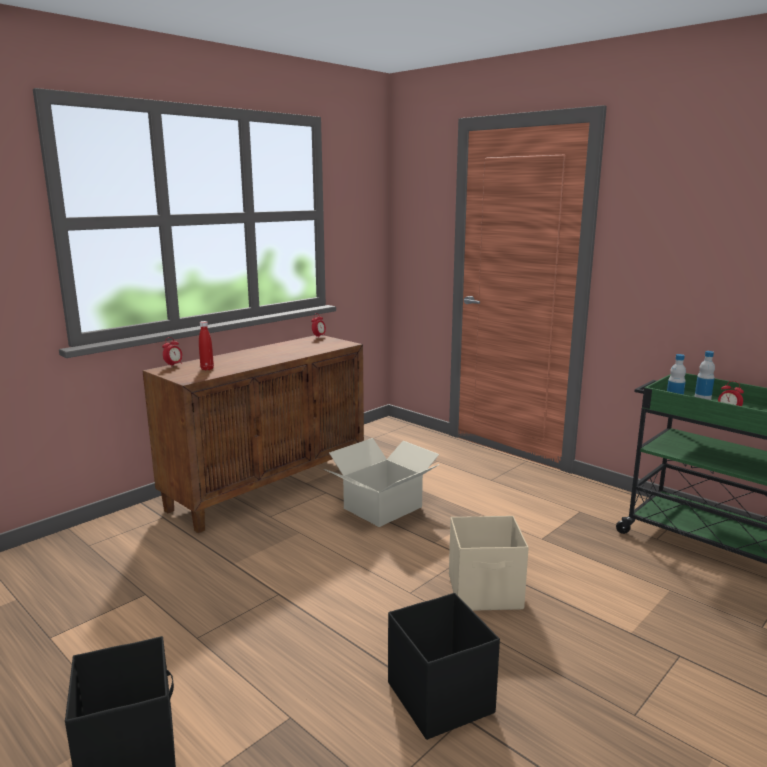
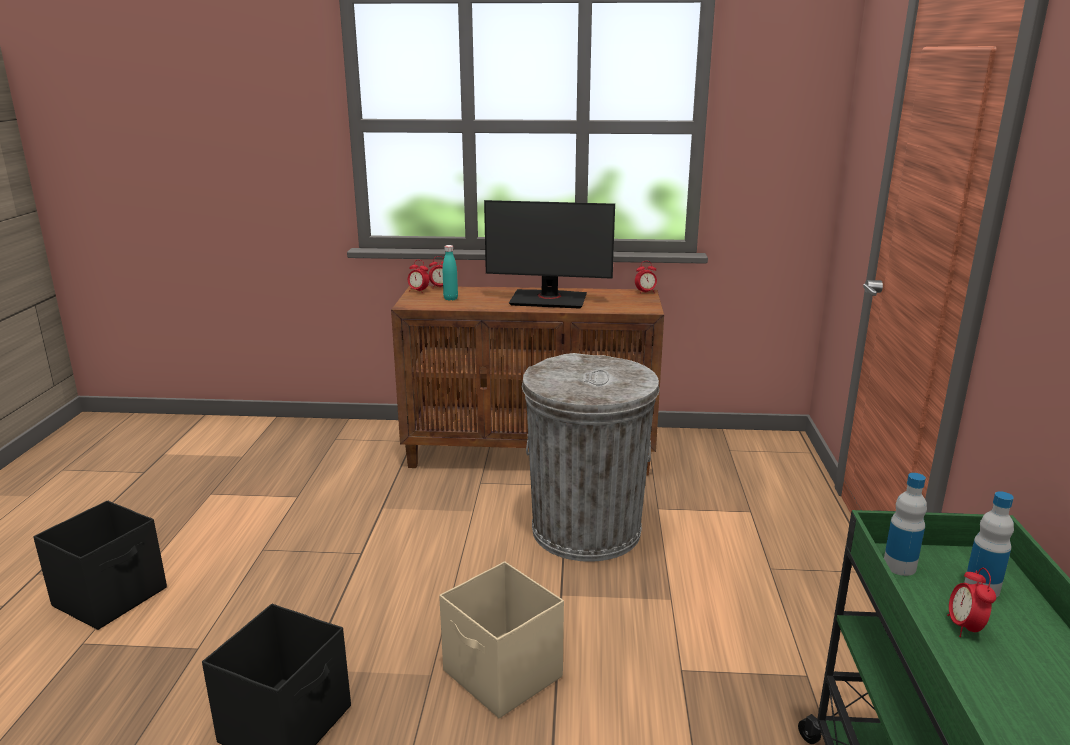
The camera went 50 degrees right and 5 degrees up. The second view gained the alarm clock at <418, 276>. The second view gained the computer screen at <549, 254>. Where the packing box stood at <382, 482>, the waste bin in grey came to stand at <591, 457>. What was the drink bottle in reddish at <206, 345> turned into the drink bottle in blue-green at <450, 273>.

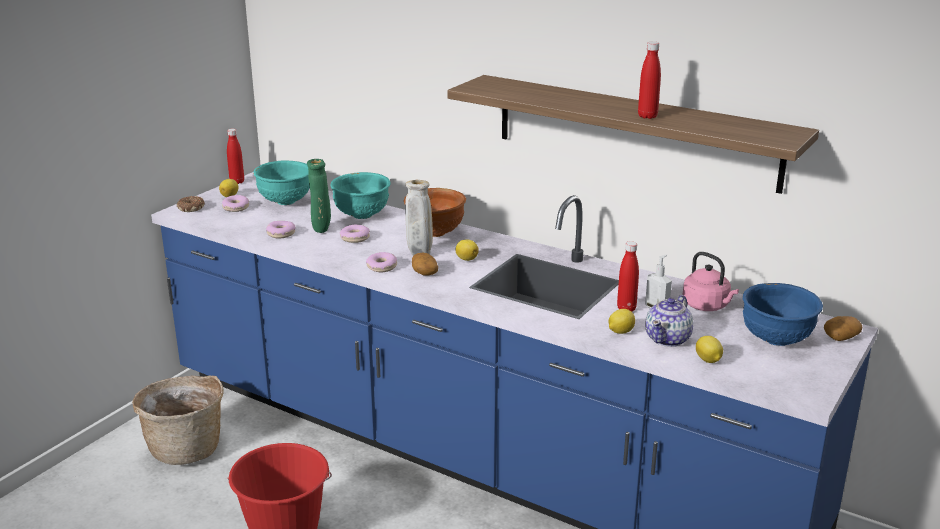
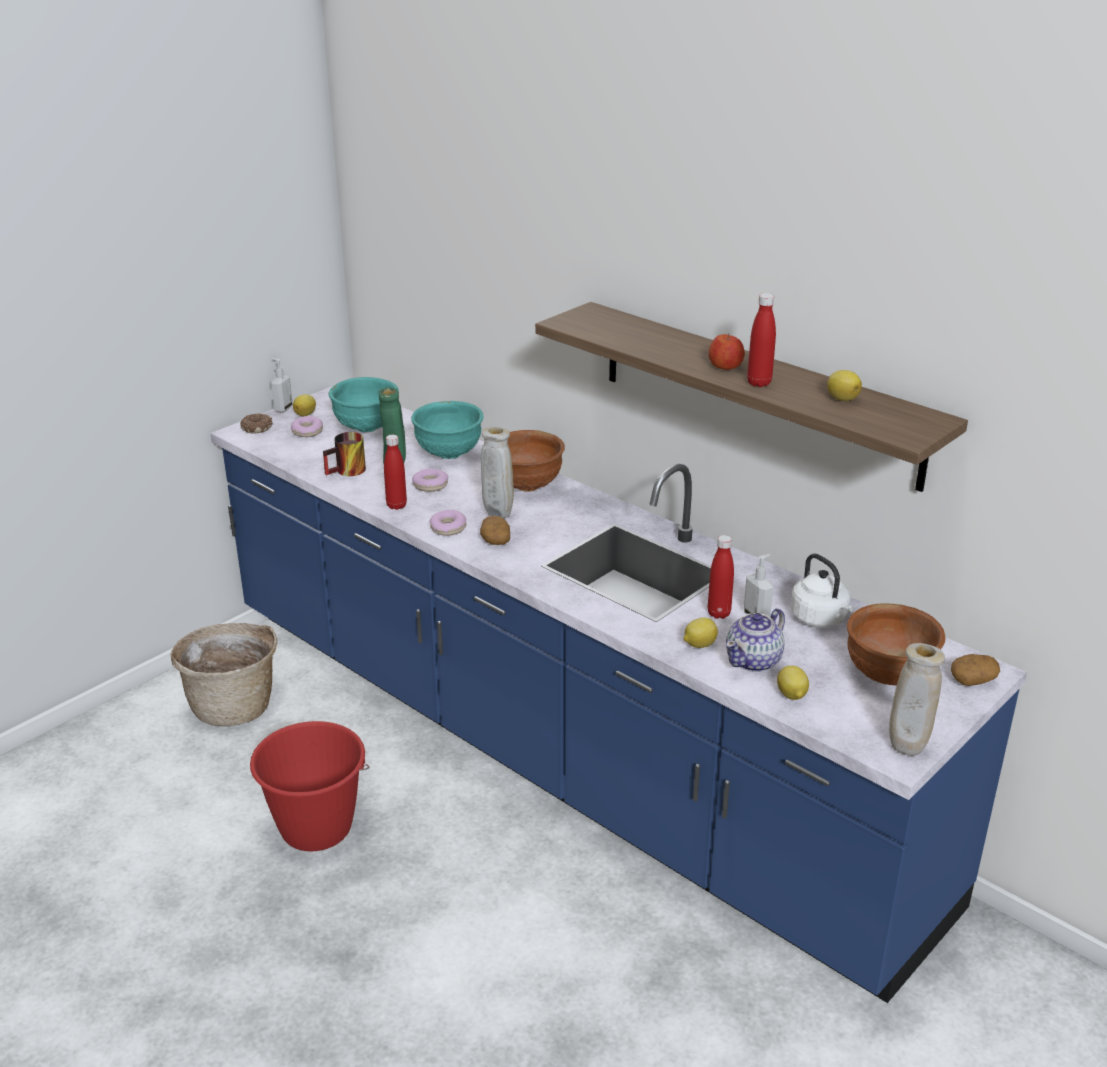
The camera went 10 degrees right and 5 degrees up. The second view gained the soap bottle at <282, 385>. The second view gained the apple fruit at <726, 351>. The second view gained the decorative vase in beige-coloured at <917, 699>. The drink bottle in reddish ended up elsewhere, having gone from <235, 156> to <395, 472>. The citrus fruit ended up elsewhere, having gone from <467, 250> to <844, 385>. Where the doughnut stood at <280, 230>, the mug came to stand at <344, 454>. What was the water kettle in pink at <711, 281> turned into the water kettle in whitish at <822, 590>. What was the bowl in bluish at <783, 314> turned into the bowl in brown at <896, 645>.

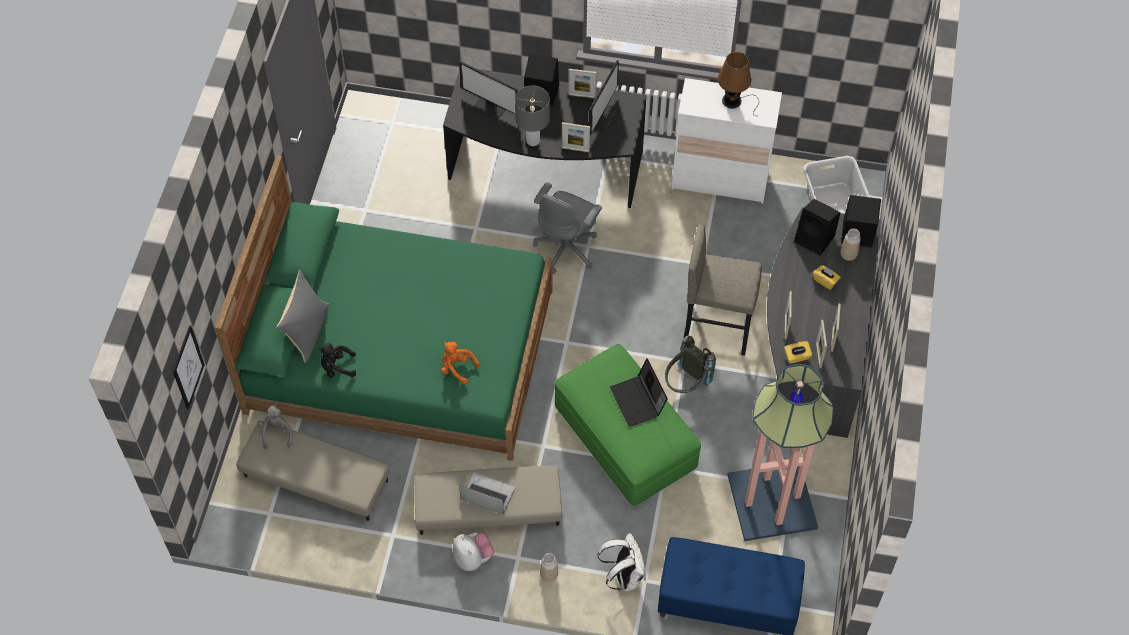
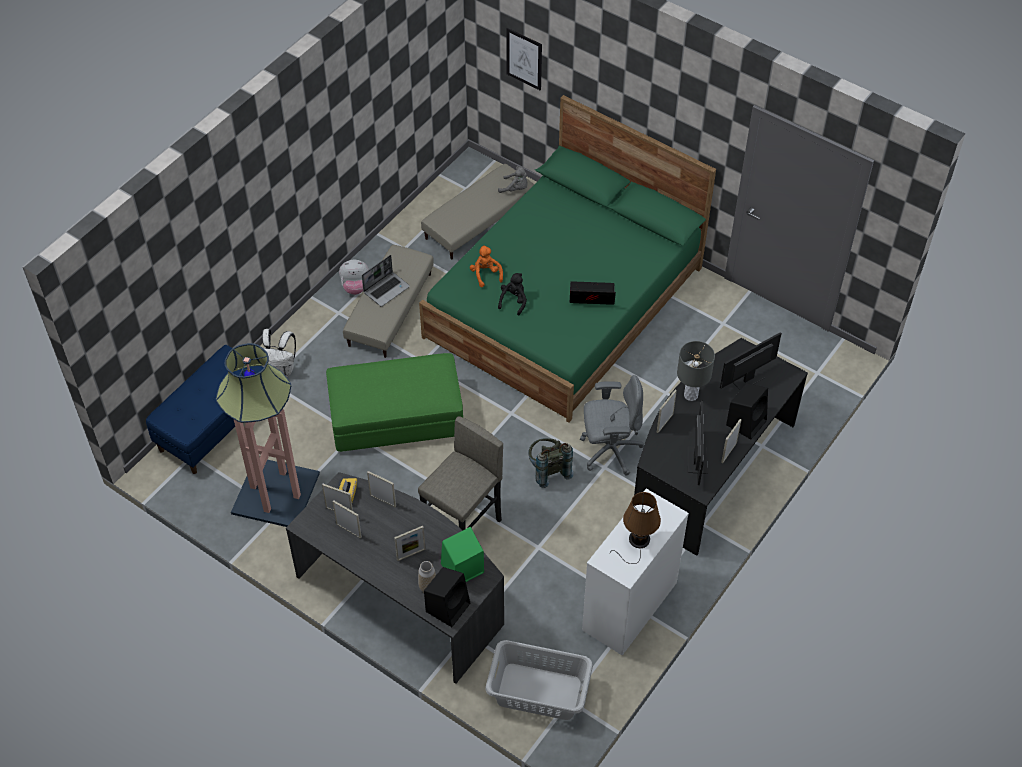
The camera went 115 degrees right and 5 degrees down. The second view lost the cushion in grey at <303, 316>. The second view lost the decorative vase at <549, 567>. The cuddly toy in black-coloured ended up elsewhere, having gone from <337, 360> to <512, 294>. The portable computer ended up elsewhere, having gone from <639, 392> to <593, 293>. The knapsack in grey ended up elsewhere, having gone from <690, 364> to <551, 463>. Where the tissue holder in yellowish stood at <827, 277>, the photo frame came to stand at <410, 543>. What was the loudspeaker in black-coloured at <817, 227> turned into the loudspeaker in greenish at <462, 554>. The cuddly toy in orange at <460, 363> ended up facing another way, 75 degrees counterclockwise from before. The desk chair in grey at <567, 228> ended up facing another way, 120 degrees clockwise from before. The computer screen at <604, 98> ended up facing another way, 135 degrees counterclockwise from before.

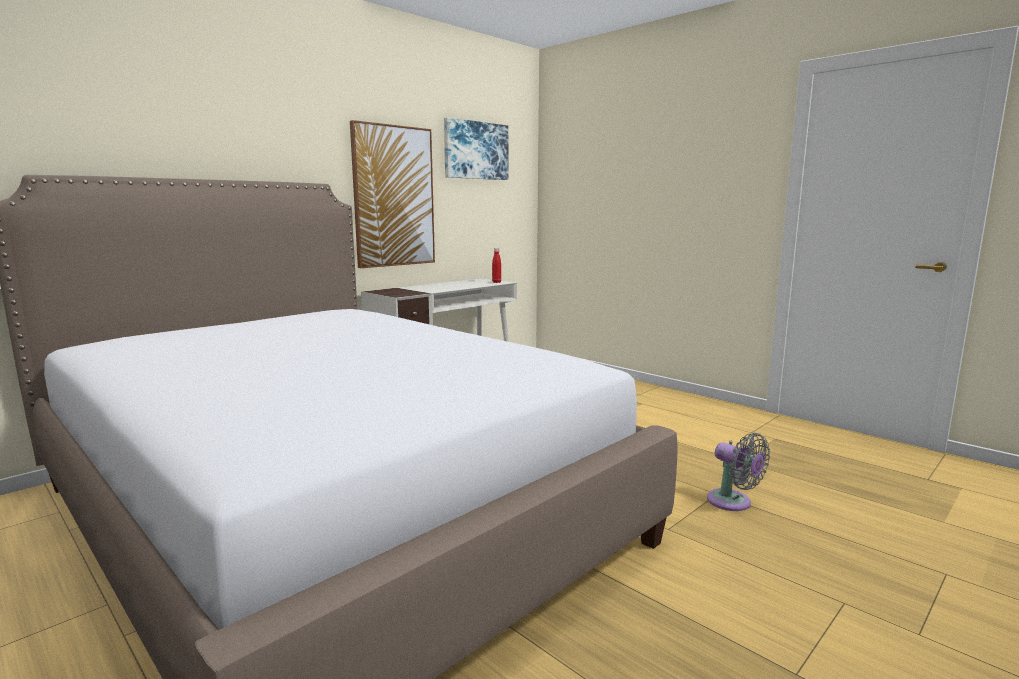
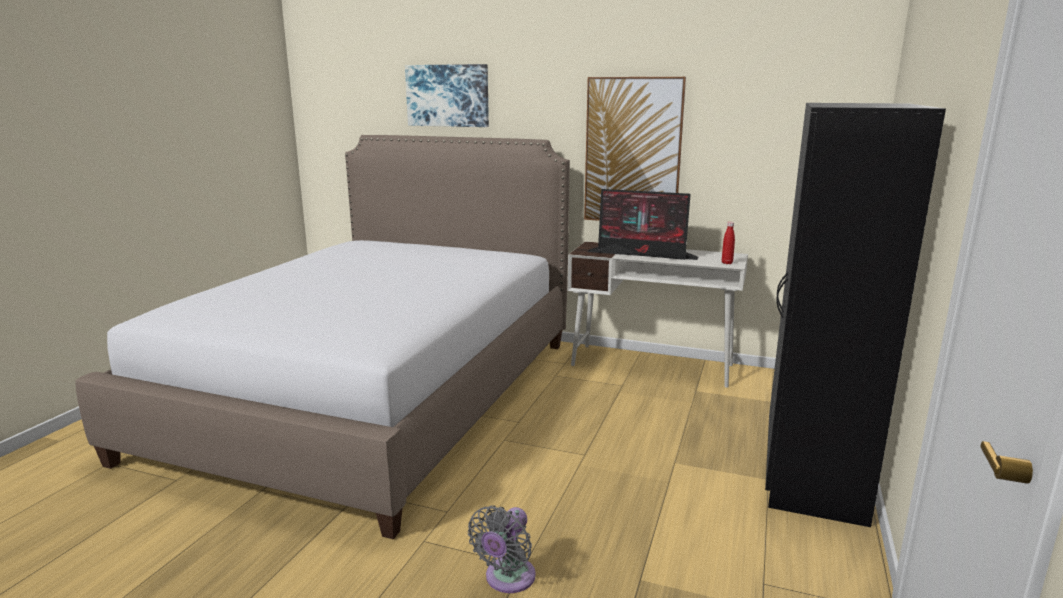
The camera went 65 degrees right and 5 degrees up. The second view gained the computer screen at <643, 224>. The second view gained the clothes cupboard in black-coloured at <855, 315>. The picture ended up elsewhere, having gone from <476, 148> to <447, 95>.

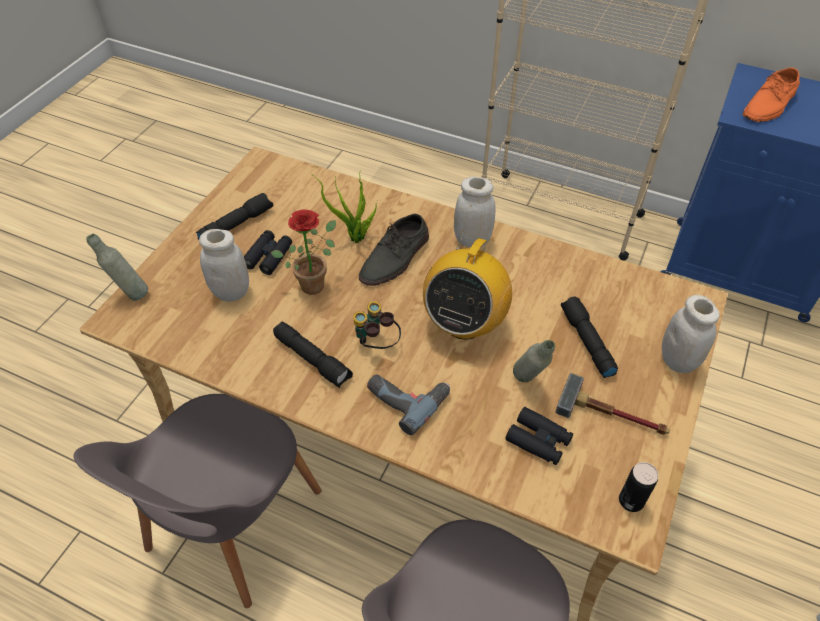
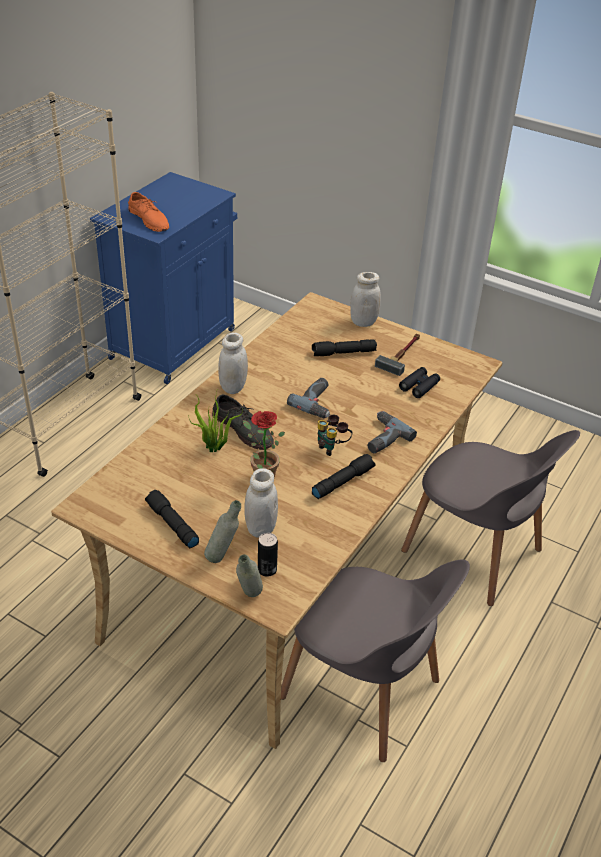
The camera went 85 degrees left and 10 degrees down. The second view lost the binoculars in black-coloured at <268, 252>. The drink bottle in grey ended up elsewhere, having gone from <534, 361> to <222, 531>. The sealed can ended up elsewhere, having gone from <638, 487> to <268, 555>. Where the radio set stood at <467, 285>, the electric drill came to stand at <308, 398>.

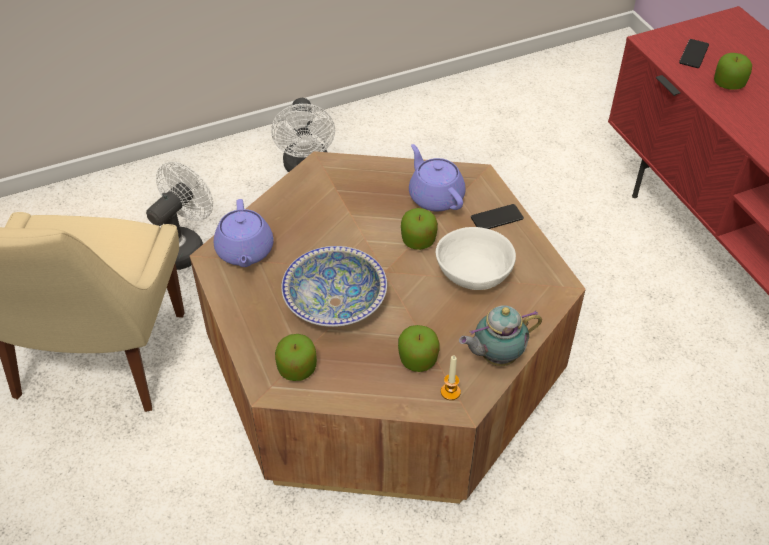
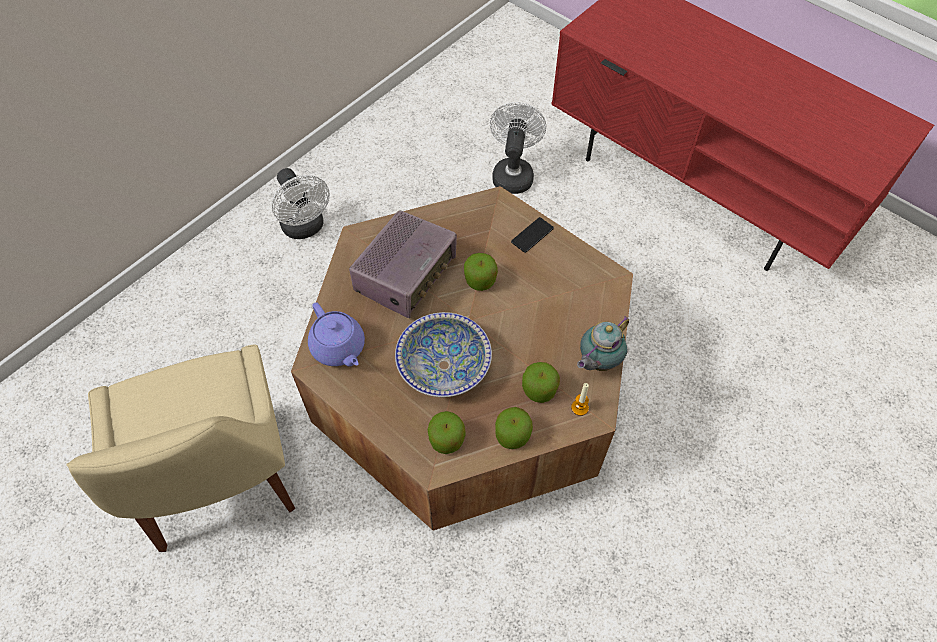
The camera went 25 degrees left and 10 degrees up. The second view lost the teapot in purple-coloured at <437, 177>. The second view lost the bowl in whitish at <476, 258>. The second view lost the phone at <694, 53>. The second view gained the radio set at <403, 264>. The electric fan in whitish ended up elsewhere, having gone from <179, 216> to <518, 148>. The apple fruit ended up elsewhere, having gone from <733, 71> to <514, 428>.

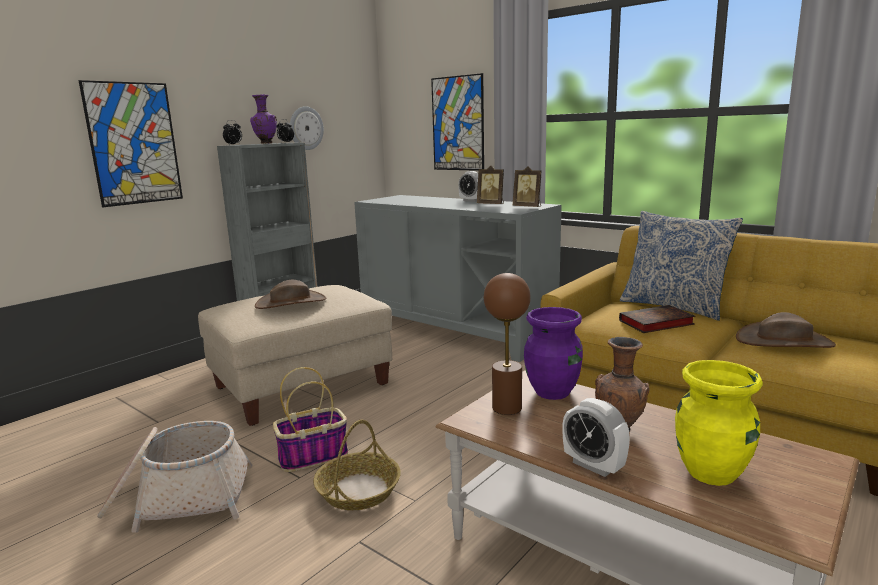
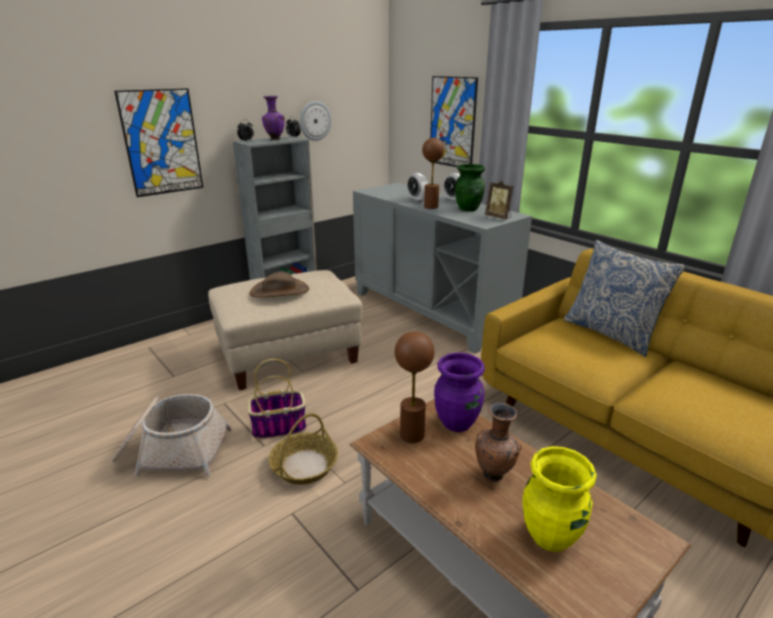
The camera went 10 degrees right and 10 degrees up. The second view lost the bound book at <657, 319>. The second view lost the hat in brown at <786, 330>. The second view gained the lamp for a table in brown at <433, 173>. The alarm clock ended up elsewhere, having gone from <596, 437> to <417, 187>. Where the photo frame stood at <490, 185>, the decorative vase in greenish came to stand at <470, 187>.

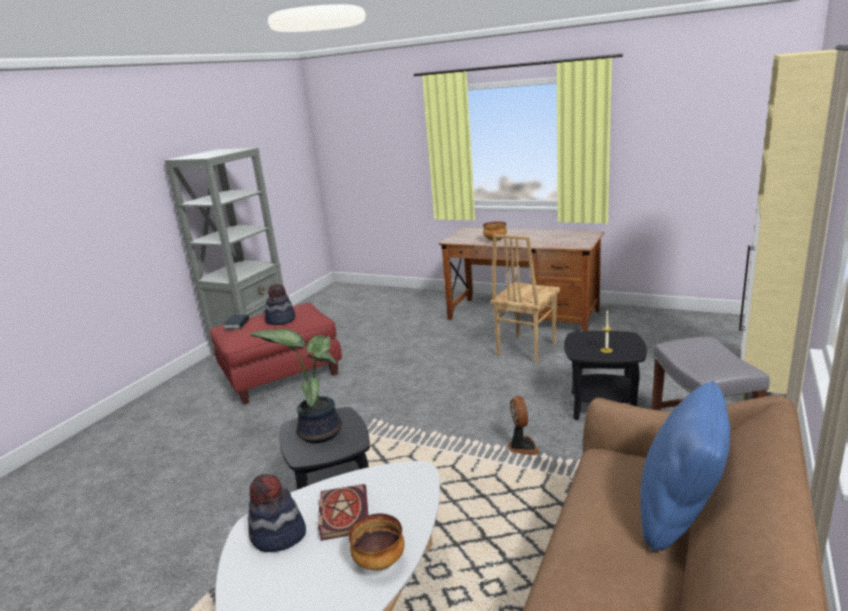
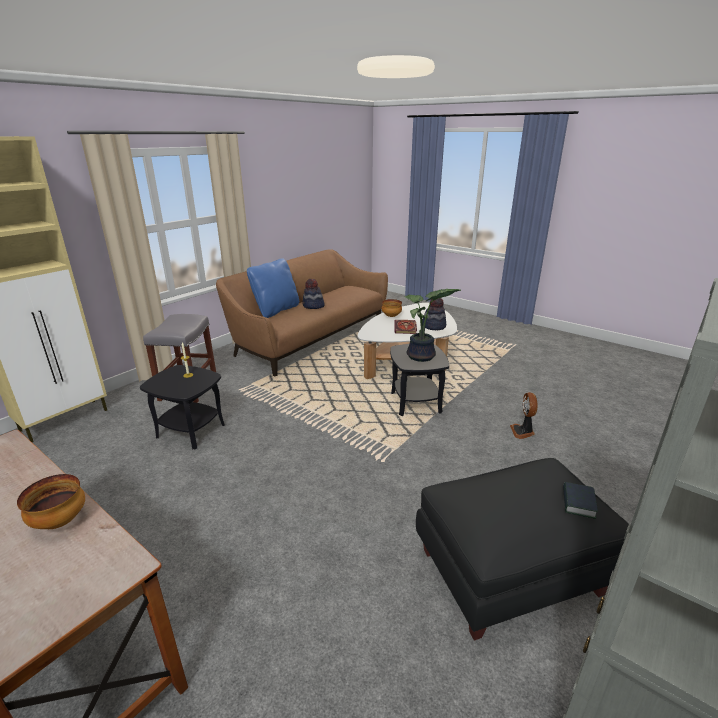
The camera went 170 degrees left and 5 degrees up. The second view lost the chair in brown at <525, 299>. The hat ended up elsewhere, having gone from <280, 304> to <313, 294>. The electric fan ended up elsewhere, having gone from <524, 425> to <523, 415>. What was the ottoman in reddish at <276, 354> turned into the ottoman in black-coloured at <523, 549>.

